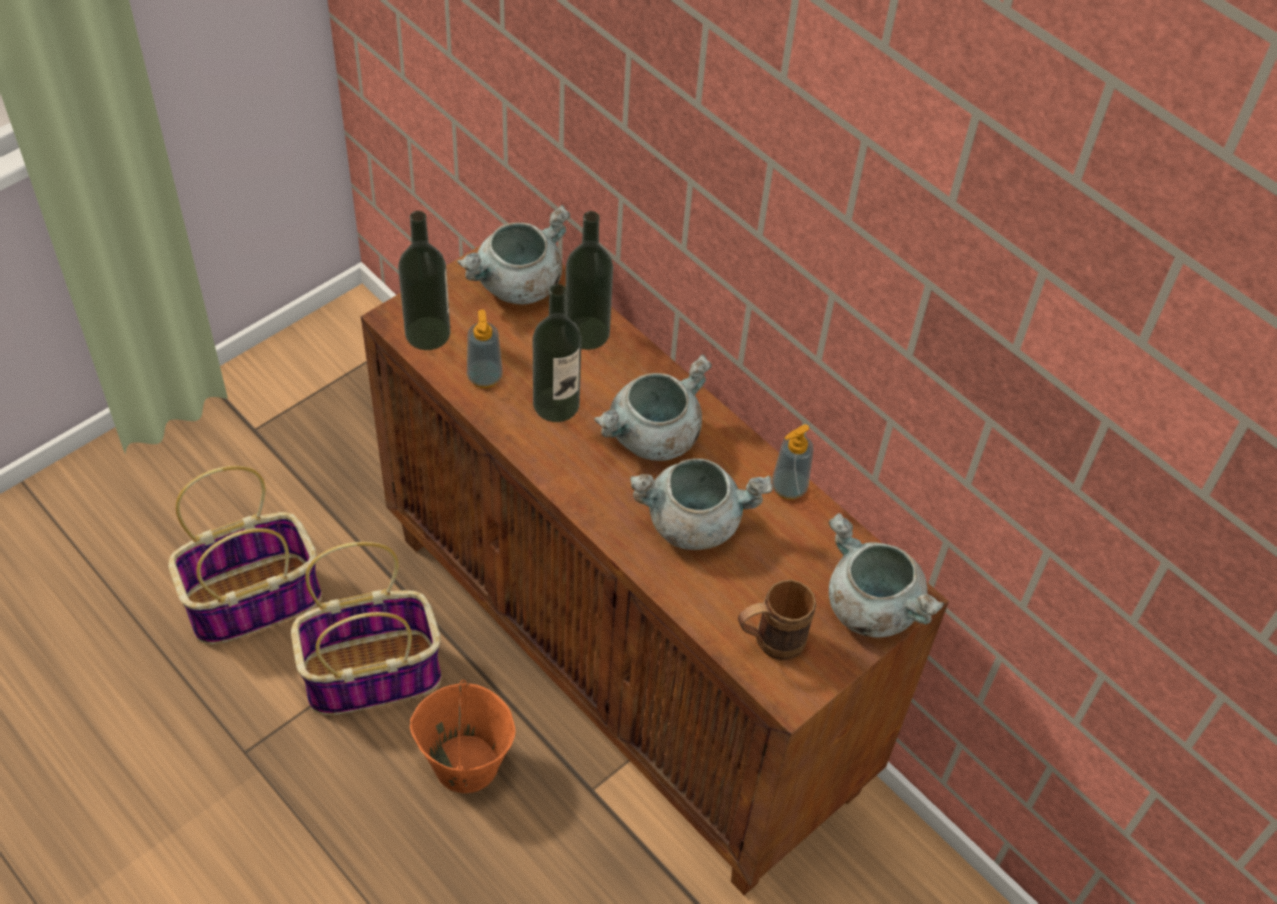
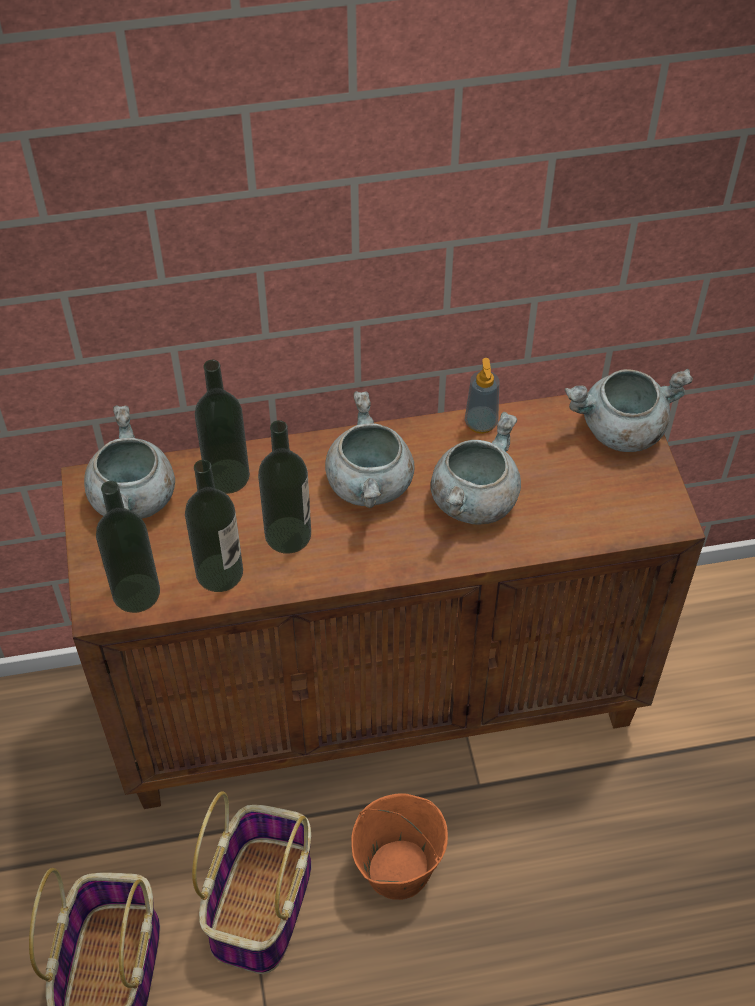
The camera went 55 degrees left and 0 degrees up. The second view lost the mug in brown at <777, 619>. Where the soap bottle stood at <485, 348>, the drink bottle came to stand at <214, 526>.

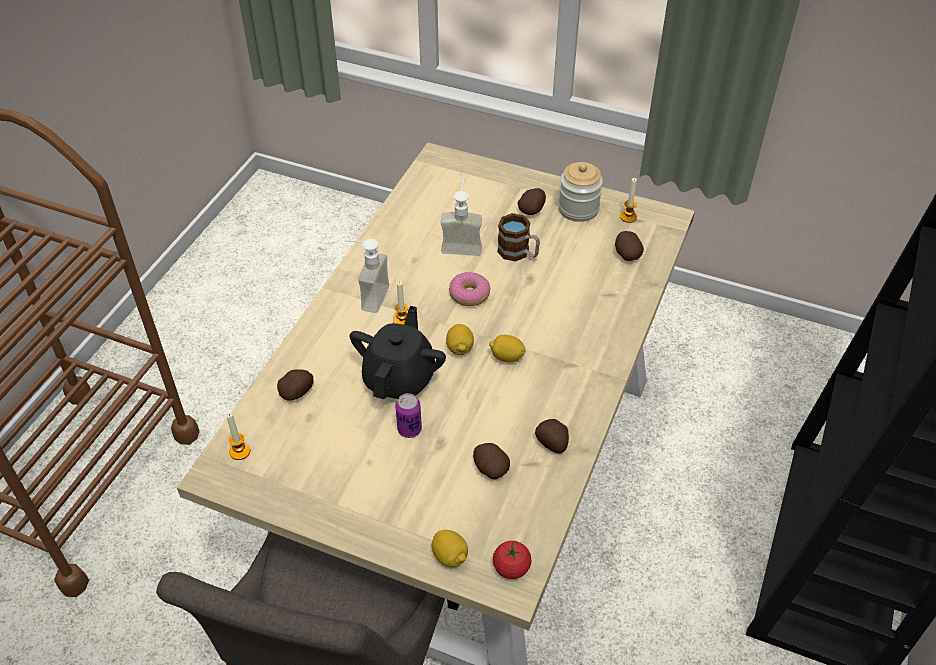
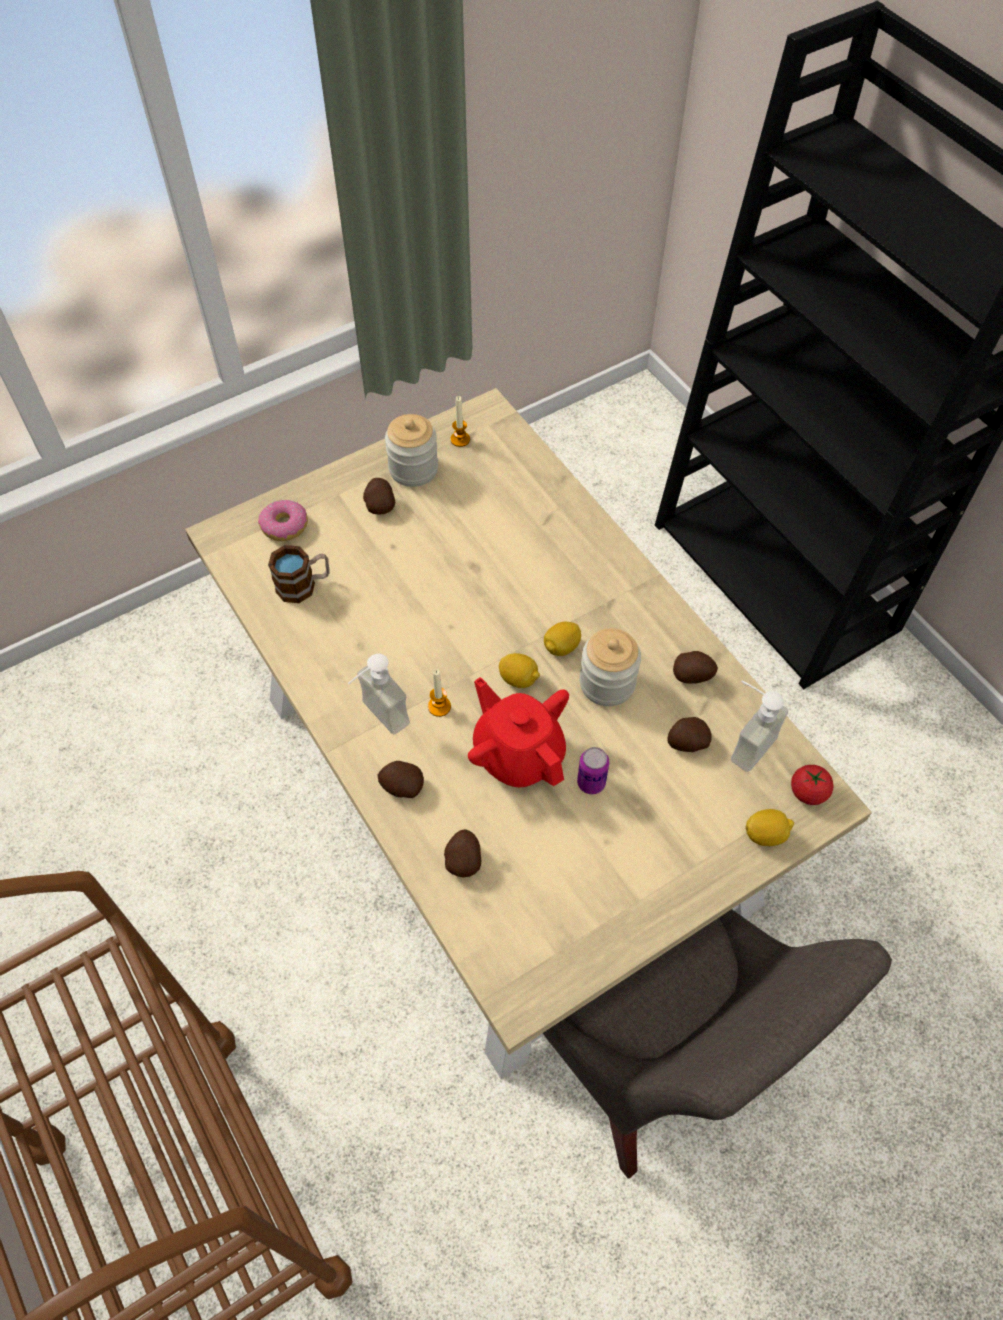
The camera went 55 degrees left and 10 degrees up. The second view lost the wax candle at <238, 436>. The second view gained the storage jar at <610, 667>. The soap bottle ended up elsewhere, having gone from <461, 218> to <759, 726>. The doughnut ended up elsewhere, having gone from <469, 289> to <283, 520>. The mug ended up elsewhere, having gone from <518, 237> to <299, 574>. The potato ended up elsewhere, having gone from <629, 246> to <401, 779>. What was the teapot in black-coloured at <397, 352> turned into the teapot in reddish at <518, 732>.

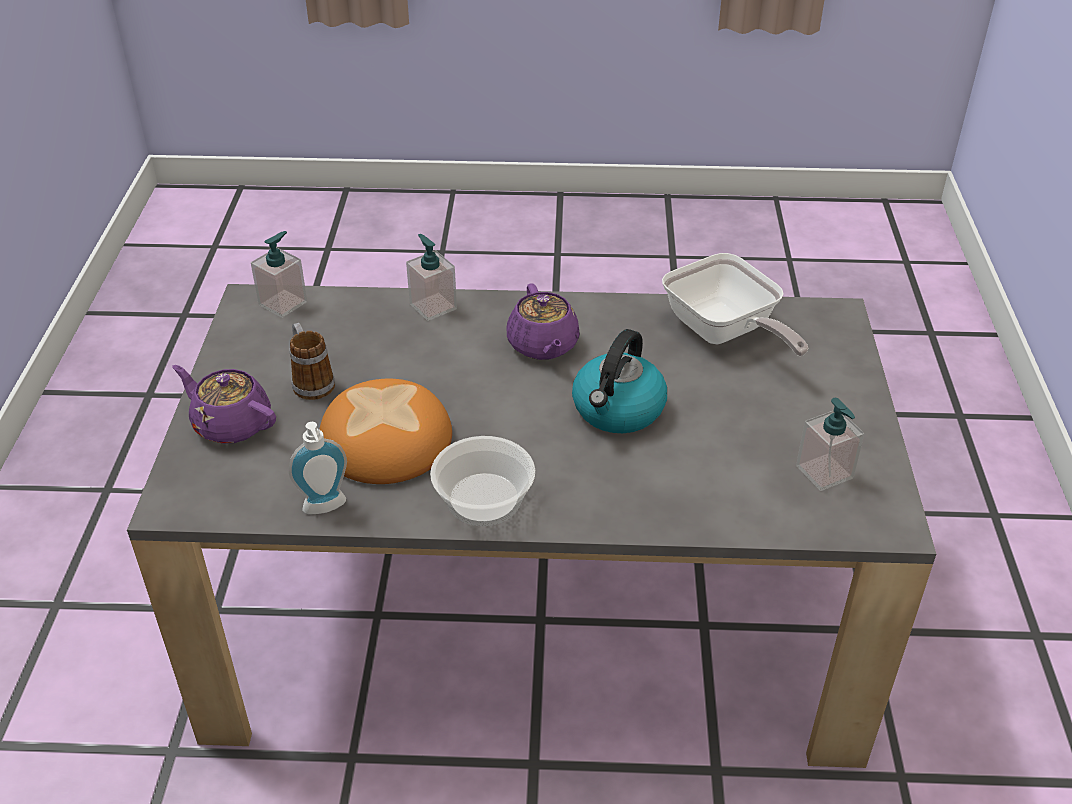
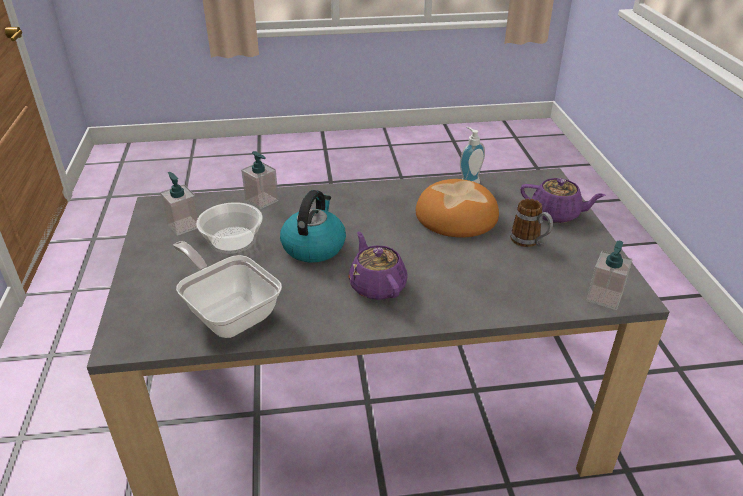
The camera went 170 degrees right and 5 degrees down. The soap bottle ended up elsewhere, having gone from <431, 277> to <260, 180>. The bowl ended up elsewhere, having gone from <482, 481> to <229, 228>.

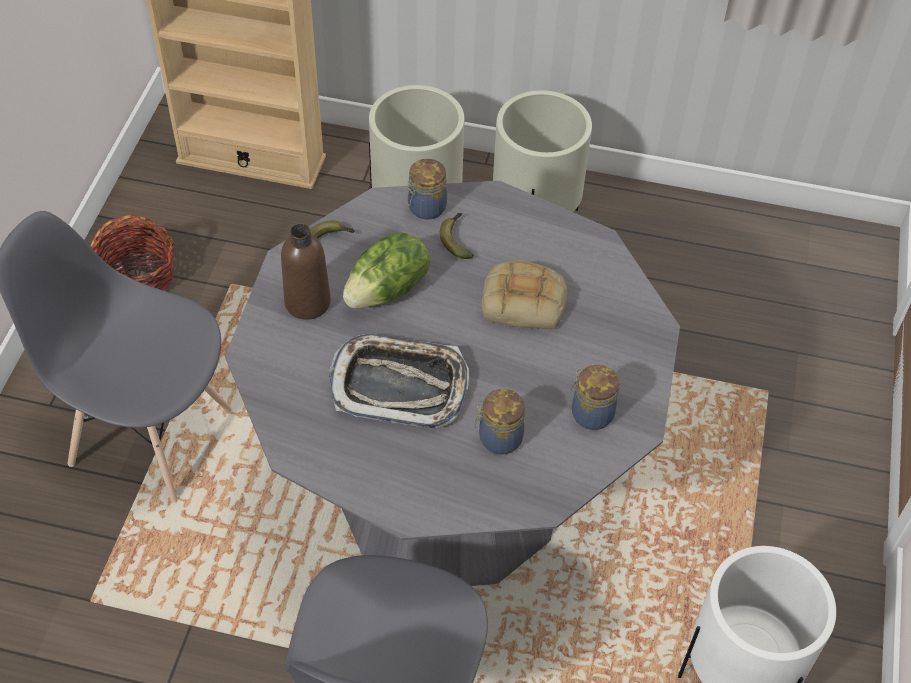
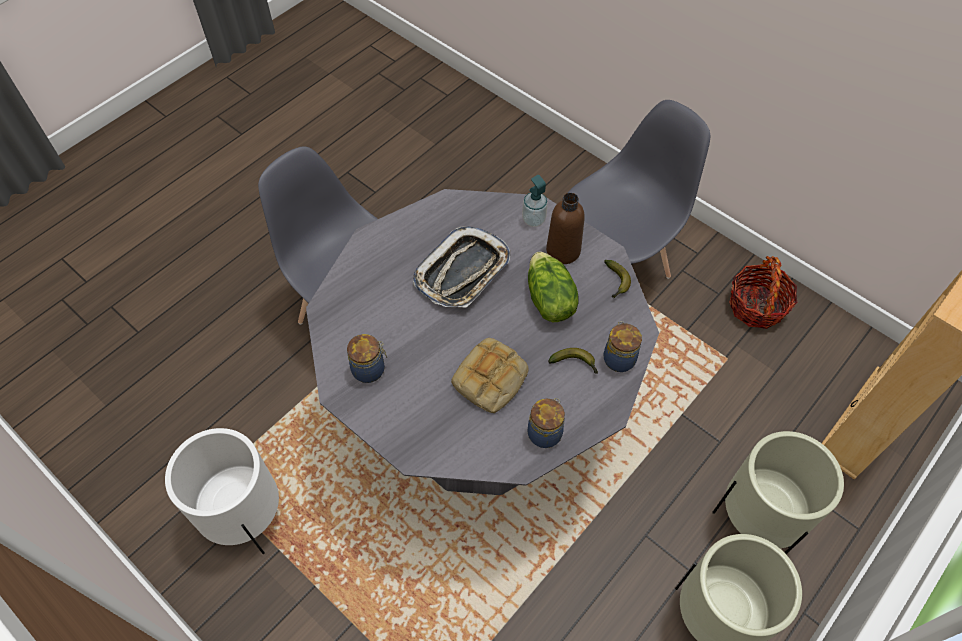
The camera went 120 degrees right and 5 degrees up. The second view gained the soap bottle at <535, 201>. The storage jar ended up elsewhere, having gone from <499, 422> to <546, 423>.

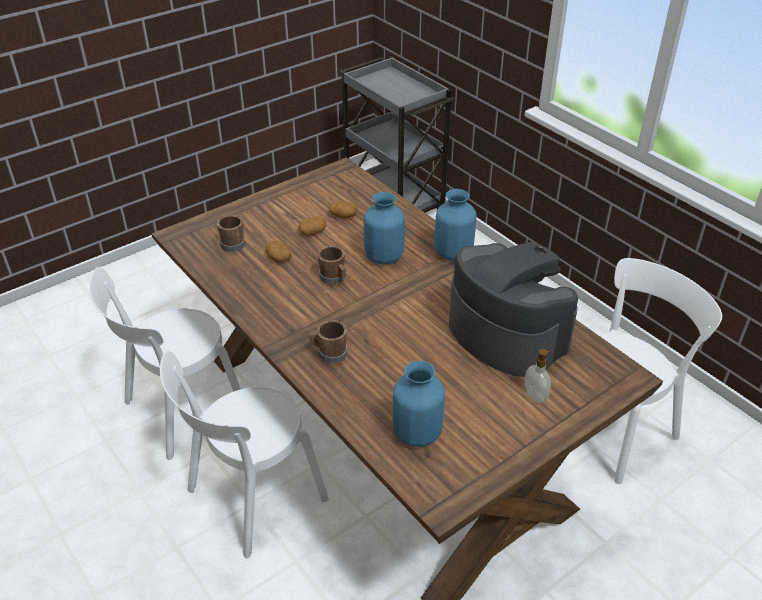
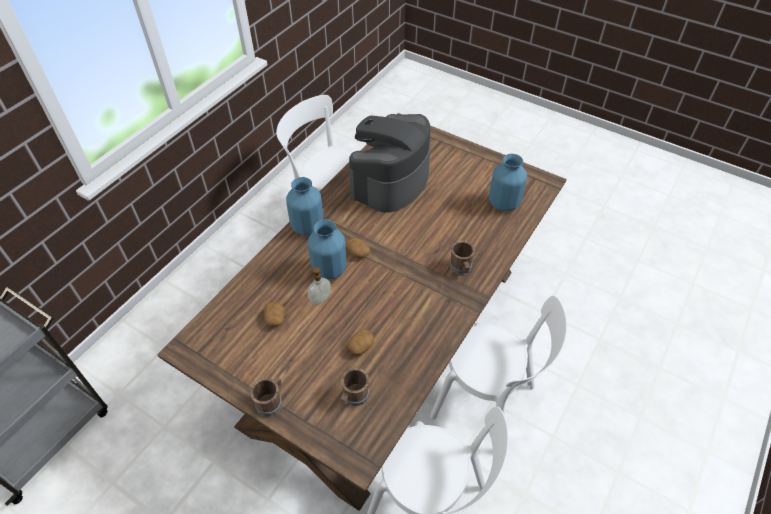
The camera went 110 degrees left and 10 degrees up. The potato ended up elsewhere, having gone from <312, 226> to <358, 248>. The mug in brown ended up elsewhere, having gone from <332, 265> to <266, 397>. The soap bottle ended up elsewhere, having gone from <539, 376> to <319, 285>.

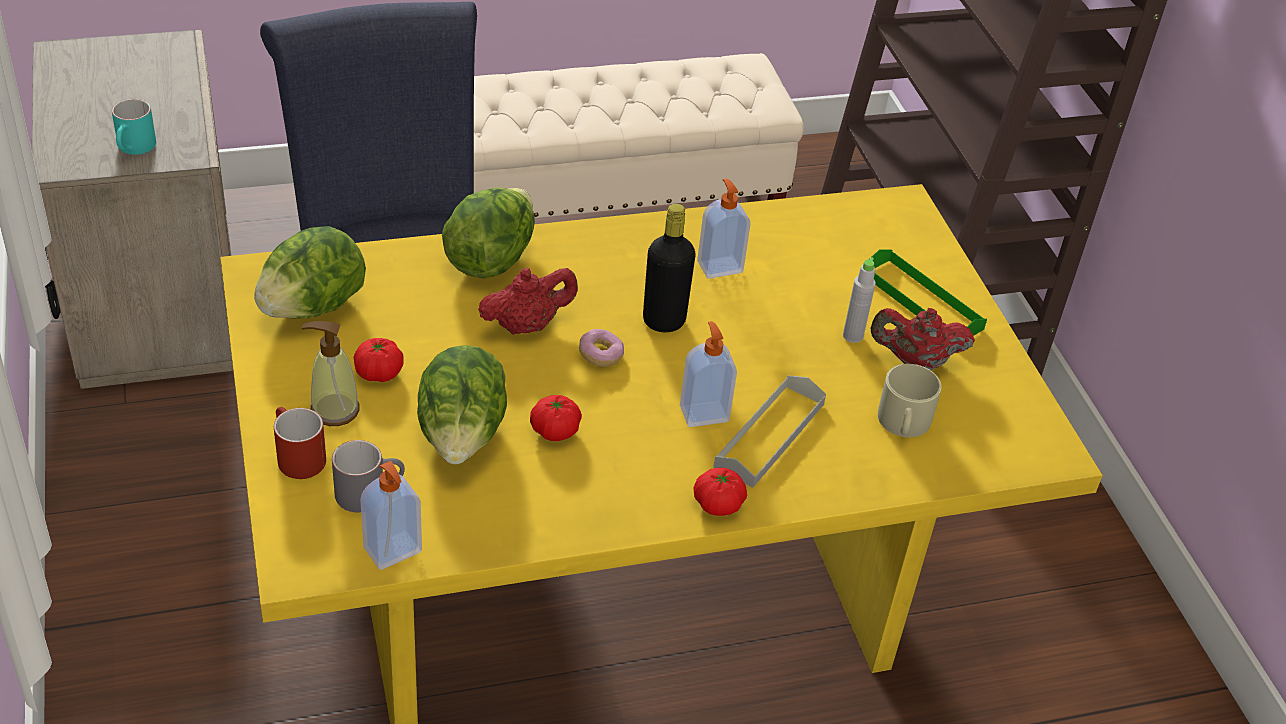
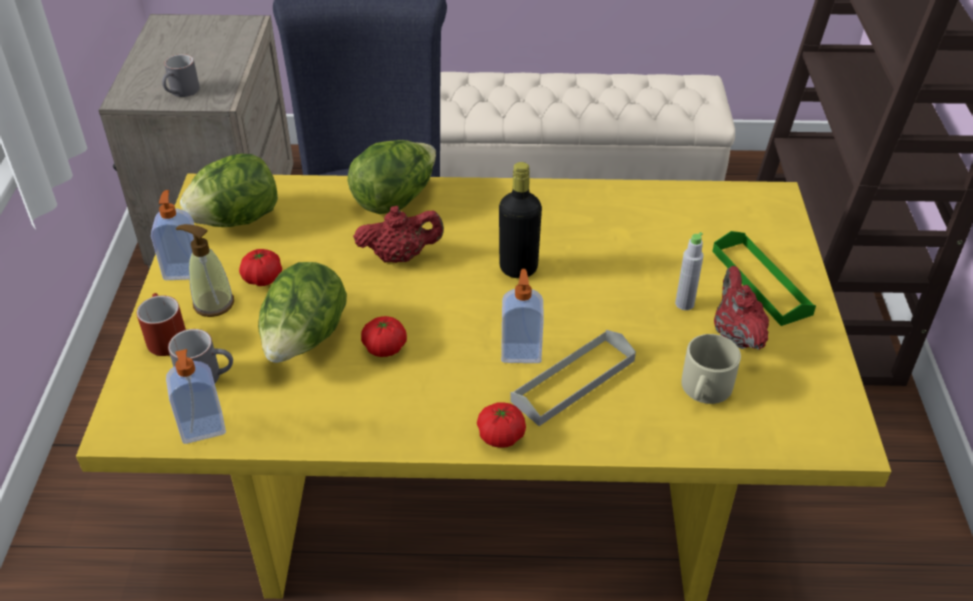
The camera went 20 degrees right and 0 degrees up. The second view lost the doughnut at <601, 348>. The soap bottle ended up elsewhere, having gone from <724, 229> to <172, 235>. What was the mug in blue-green at <134, 127> turned into the mug in grey at <181, 75>. The teapot in reddish at <922, 339> ended up facing another way, 60 degrees clockwise from before.

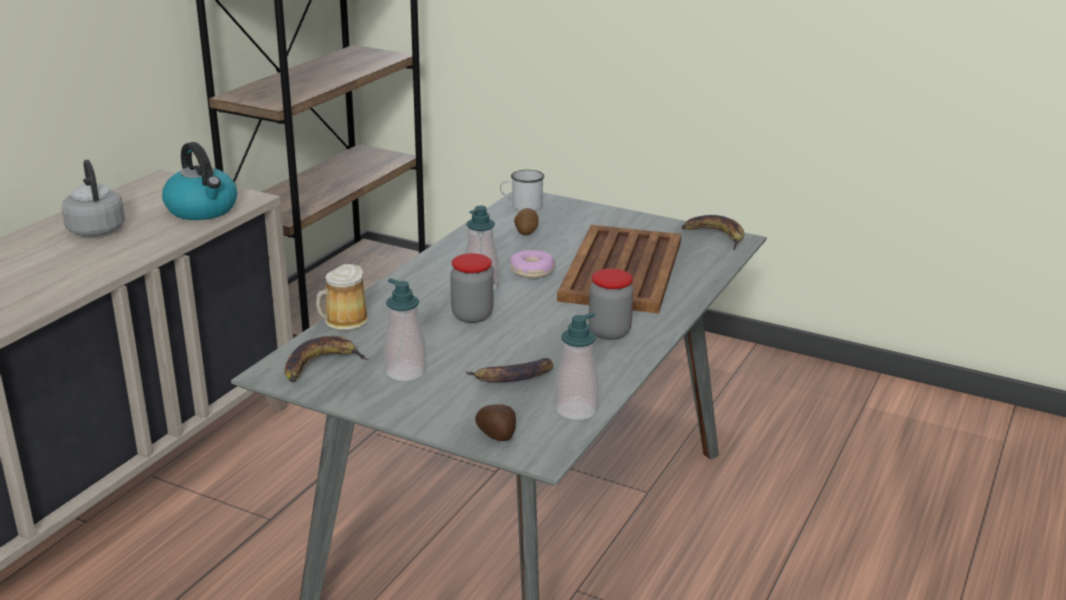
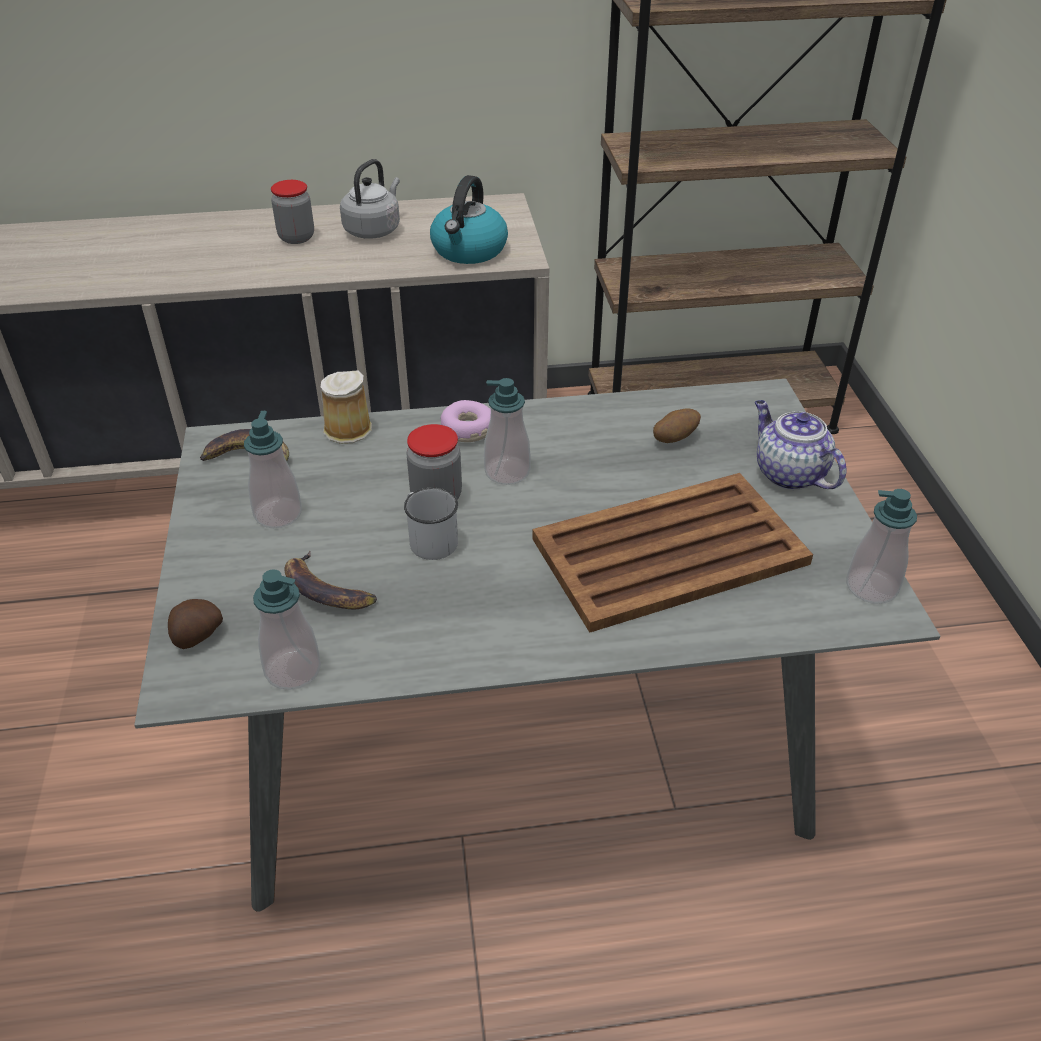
The camera went 55 degrees right and 15 degrees up. The second view gained the teapot at <801, 445>. The mug in whitish ended up elsewhere, having gone from <522, 190> to <431, 523>. The doughnut ended up elsewhere, having gone from <532, 264> to <466, 421>. The storage jar ended up elsewhere, having gone from <611, 304> to <292, 212>. Where the whole banana stood at <713, 232>, the soap bottle came to stand at <881, 546>.

